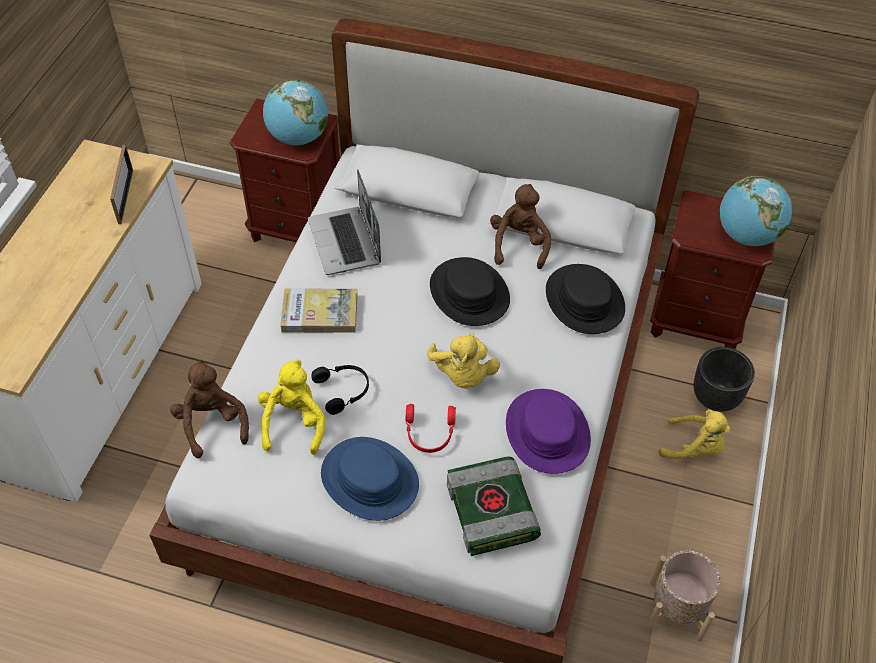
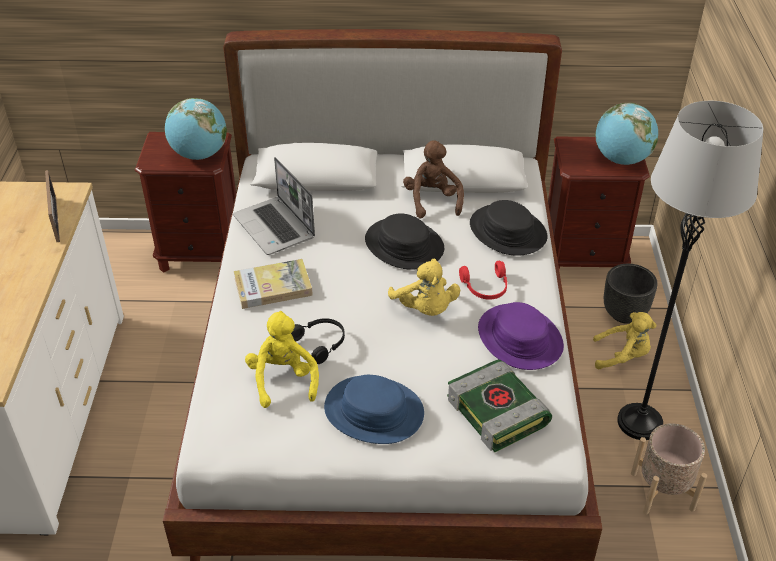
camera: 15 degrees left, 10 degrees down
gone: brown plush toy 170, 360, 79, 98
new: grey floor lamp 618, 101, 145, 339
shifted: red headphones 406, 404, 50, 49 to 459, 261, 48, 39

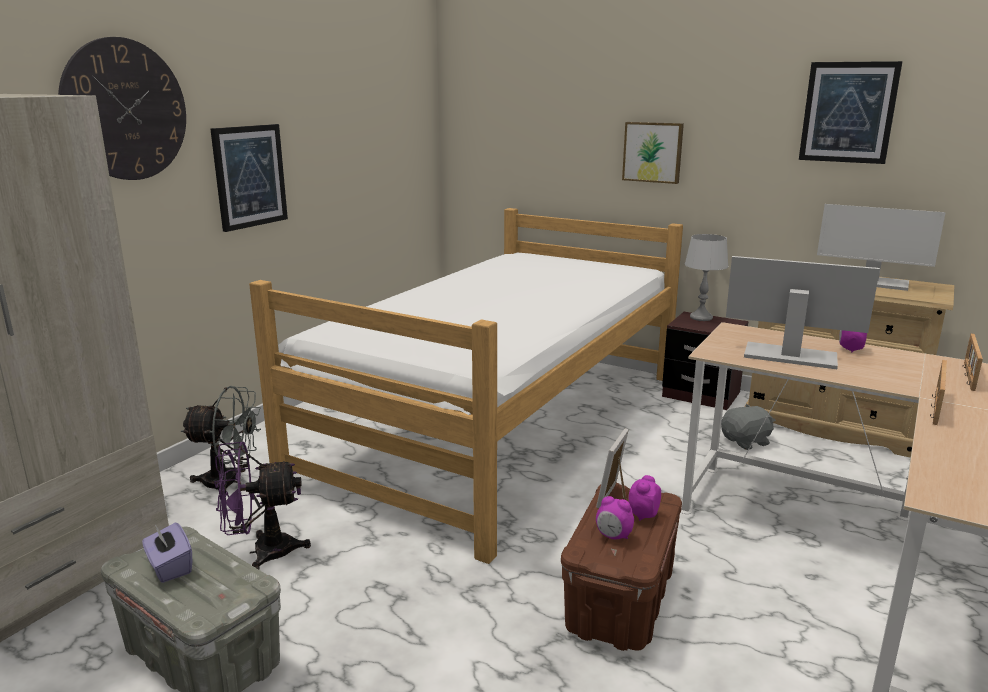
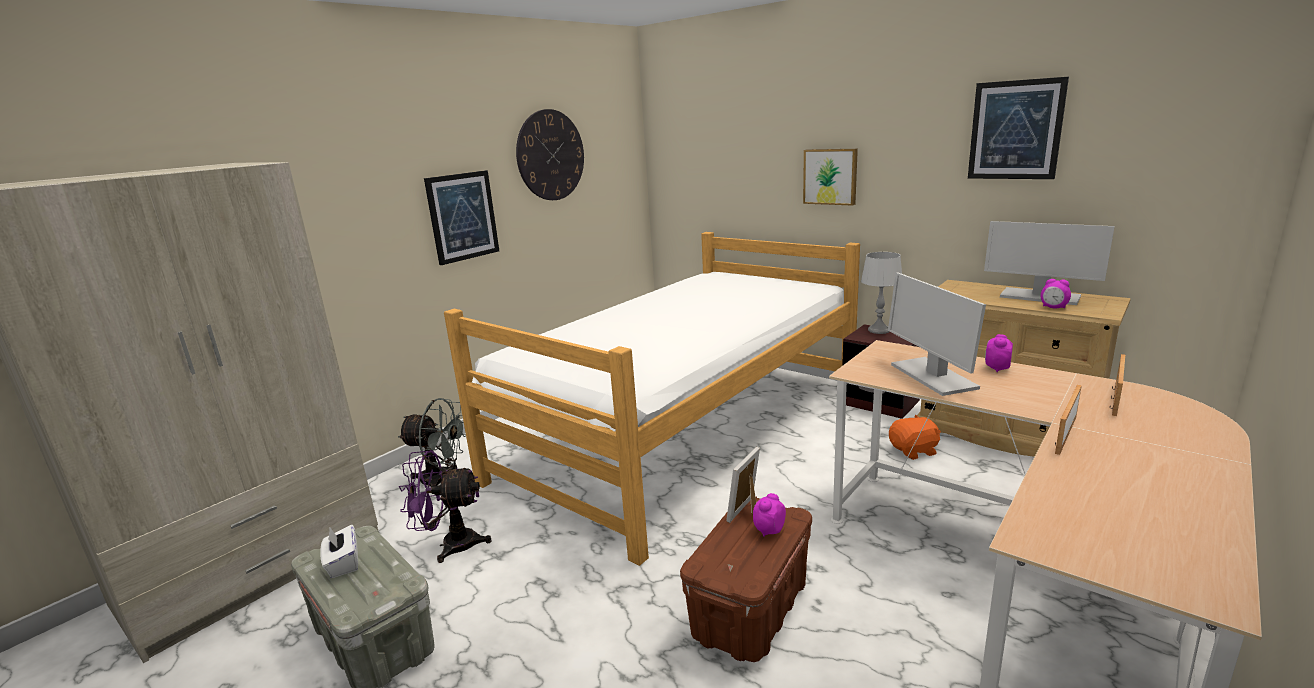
camera: 10 degrees right, 0 degrees up
shifted: wall clock 58, 37, 128, 143 to 516, 109, 68, 91; alarm clock 596, 496, 38, 43 to 1041, 279, 30, 29
repainted: purple tissue box 142, 523, 50, 60 to white tissue box 320, 525, 38, 53; grey plush toy 721, 404, 55, 46 to orange plush toy 889, 414, 52, 46
rotated: monitor 726, 256, 154, 113 = 888, 273, 98, 123 135 degrees counterclockwise

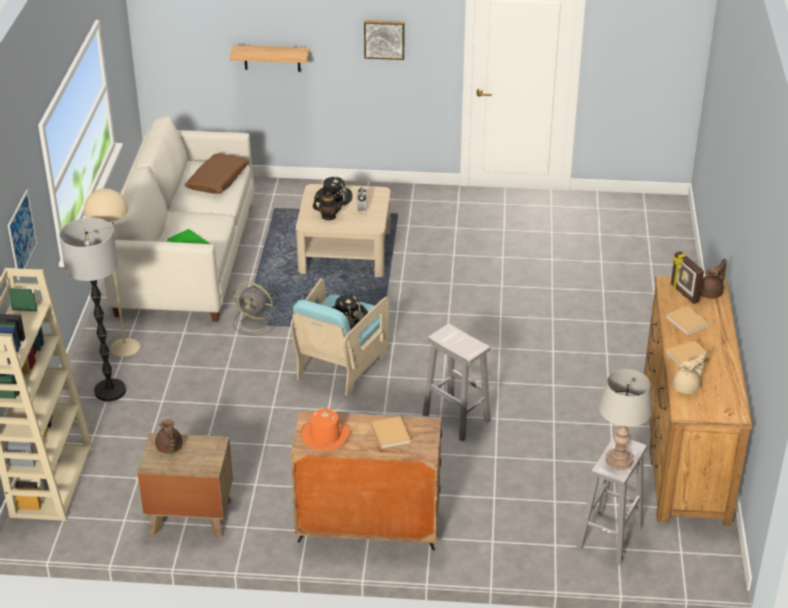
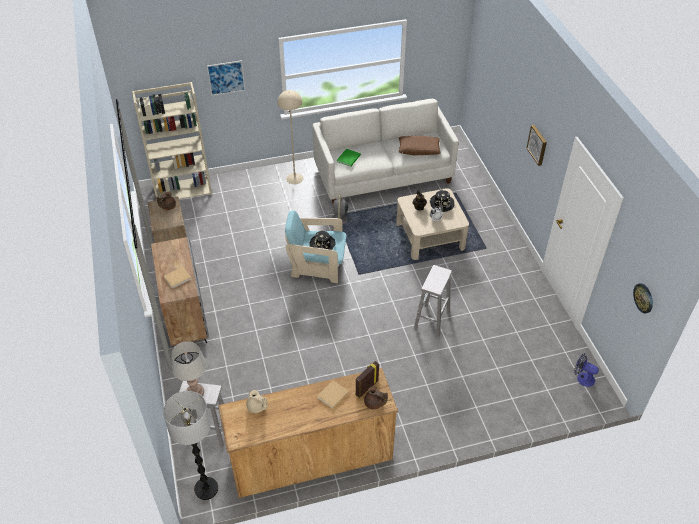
camera: 70 degrees right, 10 degrees up
gone: shelf 230, 45, 80, 27; orange hat 301, 408, 49, 42; beige book 666, 341, 46, 26
new: fan 574, 353, 25, 34; wall clock 633, 283, 20, 30
shifted: floor lamp 59, 218, 67, 184 to 163, 391, 55, 109; white stool 422, 324, 69, 118 to 414, 265, 38, 72

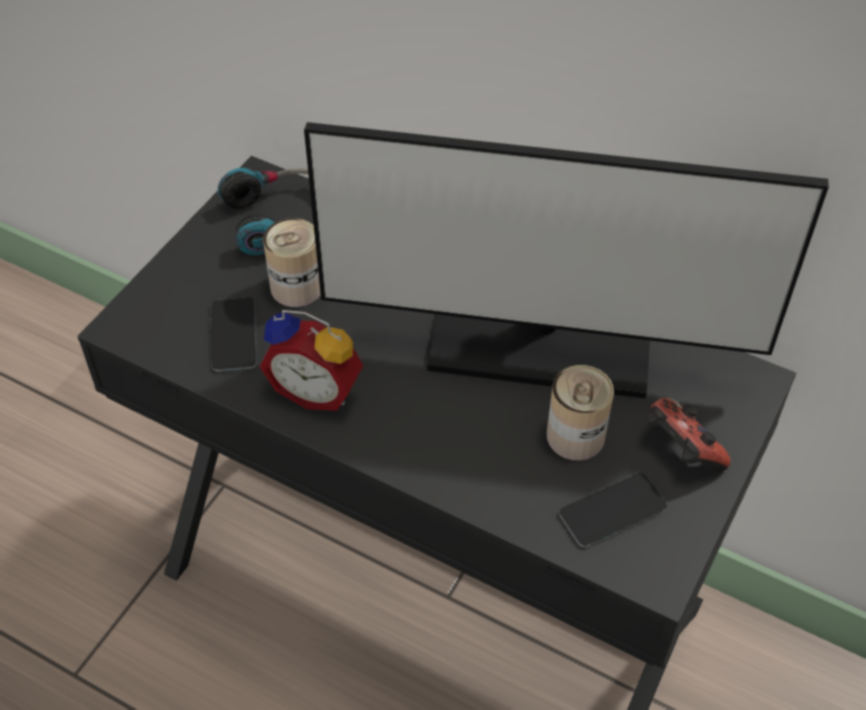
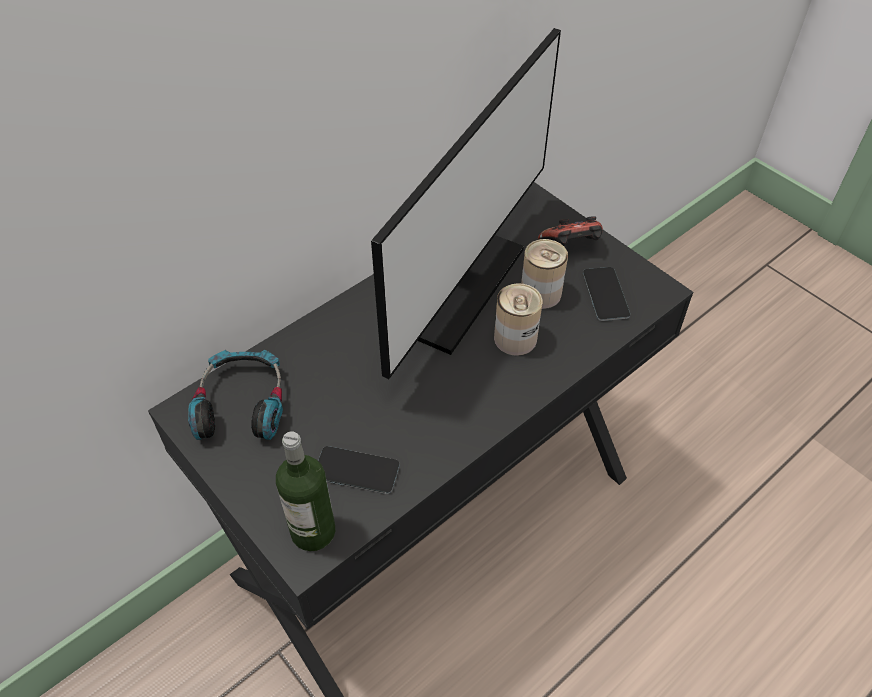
camera: 70 degrees left, 0 degrees up
gone: alarm clock 259, 310, 104, 101
new: bottle 276, 431, 59, 120
shifted: can 263, 218, 58, 89 to 494, 283, 49, 73

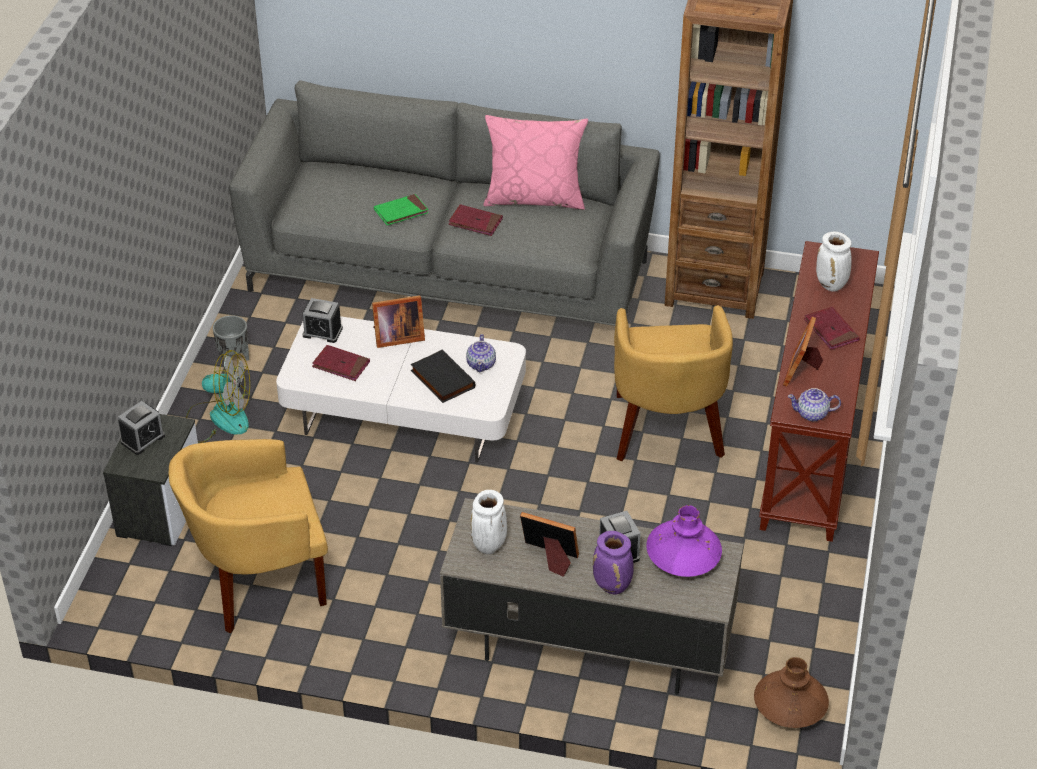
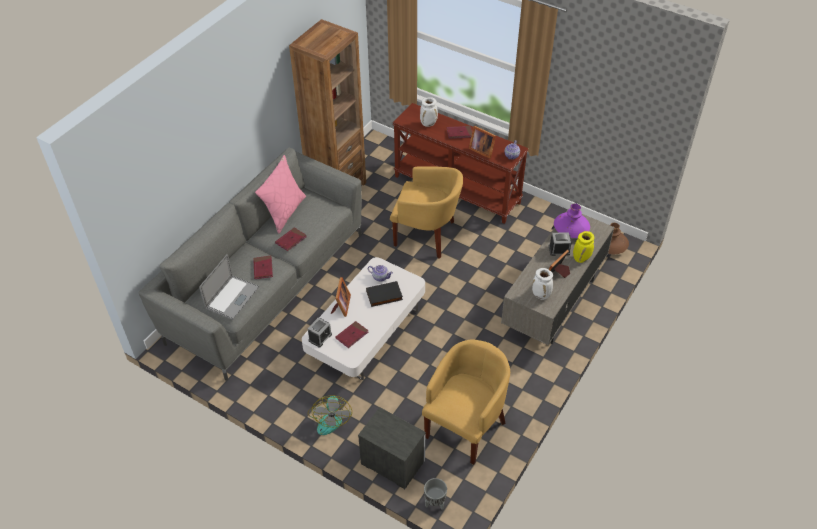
camera: 70 degrees left, 5 degrees up
gone: alarm clock 118, 401, 47, 54
new: laptop 199, 254, 60, 66
shifted: grey planter 213, 315, 36, 46 to 424, 478, 23, 32
repainted: green book 374, 194, 55, 31 to red book 253, 256, 20, 23; purple vase 593, 531, 41, 63 to yellow vase 573, 231, 22, 32
rotated: fan 186, 350, 64, 93 = 307, 395, 45, 40 150 degrees clockwise; yellow armchair 169, 439, 159, 194 = 422, 339, 88, 126 150 degrees counterclockwise

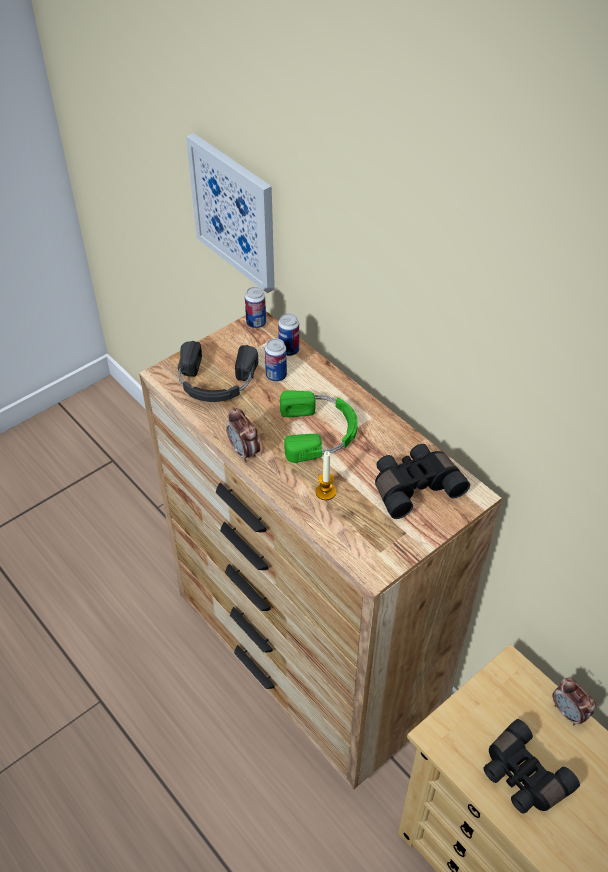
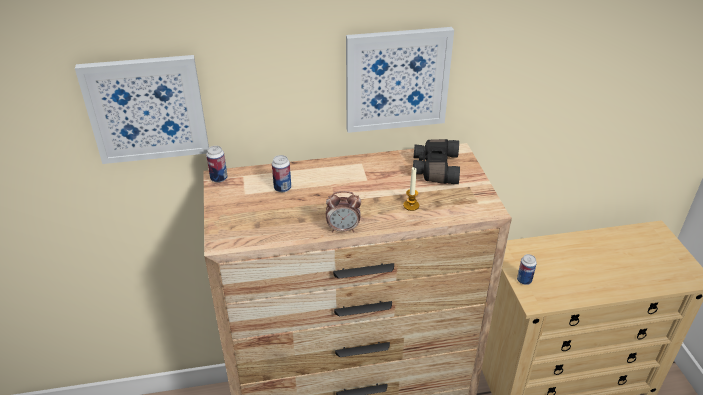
camera: 60 degrees left, 10 degrees down
gone: black headphones 178, 341, 80, 61; green headphones 280, 390, 78, 73; black binoculars 483, 719, 97, 95; alarm clock 553, 678, 43, 47
new: picture 346, 27, 108, 106
shifted: can 278, 313, 21, 43 to 517, 254, 20, 31

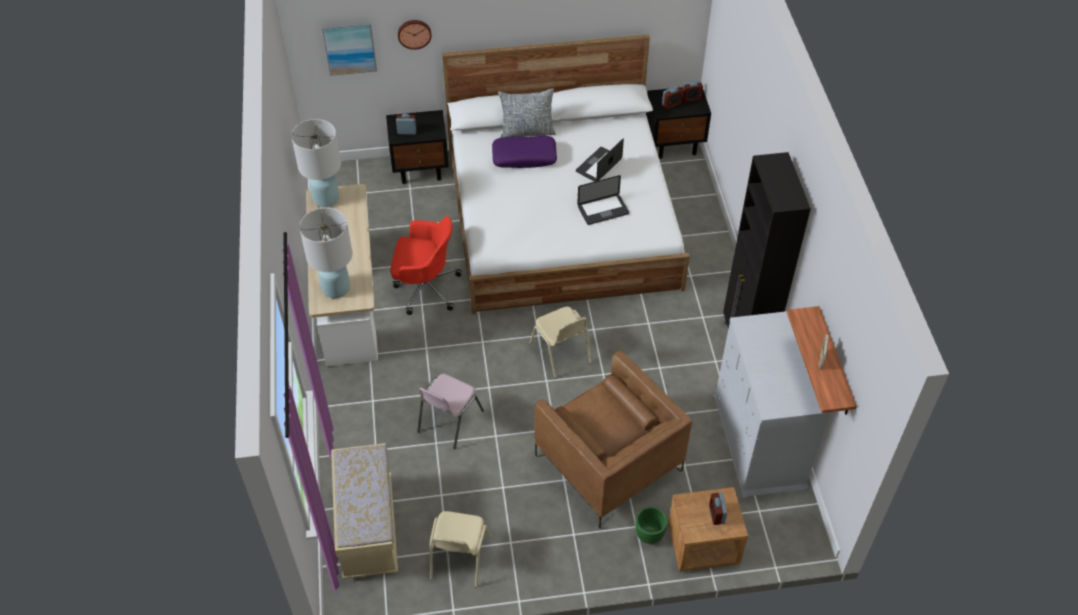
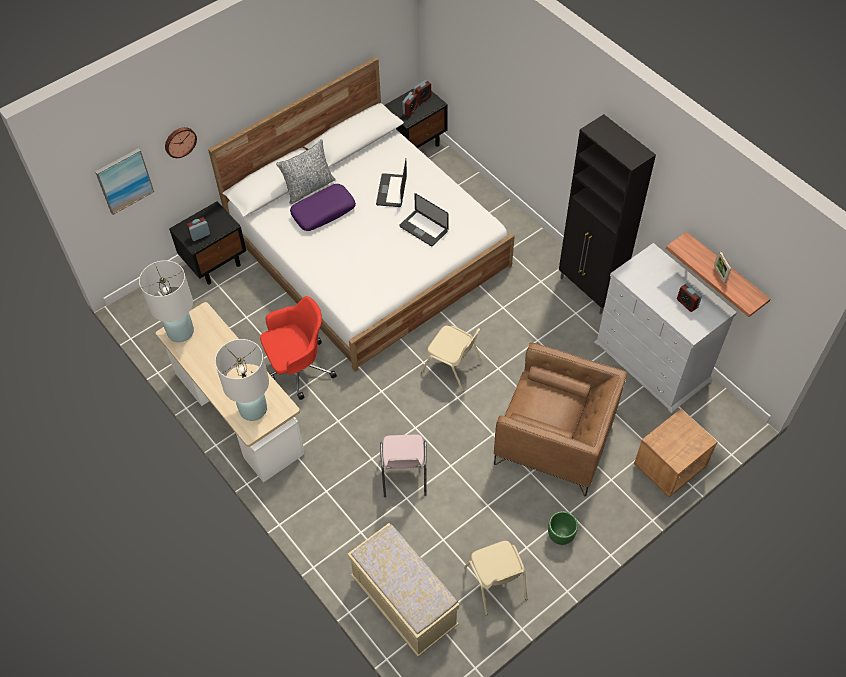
camera: 30 degrees left, 5 degrees up
shifted: green planter 635, 507, 32, 37 to 548, 511, 30, 34; alarm clock 709, 492, 18, 33 to 677, 283, 25, 29
rotated: laptop 577, 175, 52, 50 = 399, 193, 50, 53 90 degrees clockwise

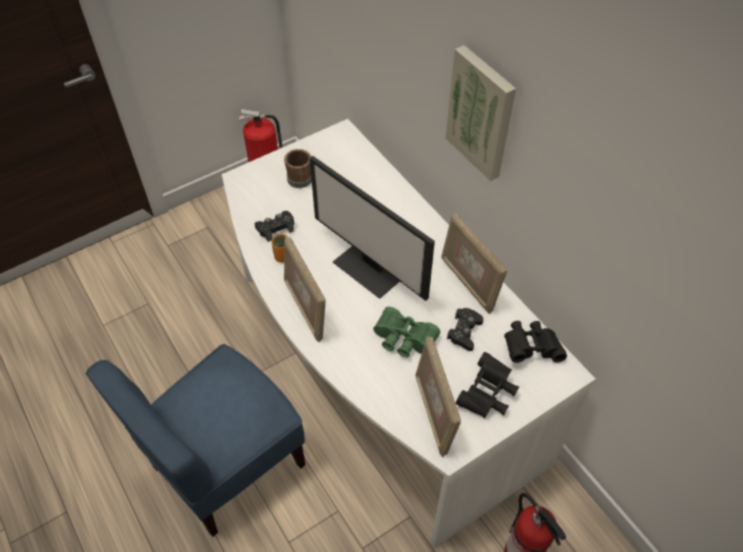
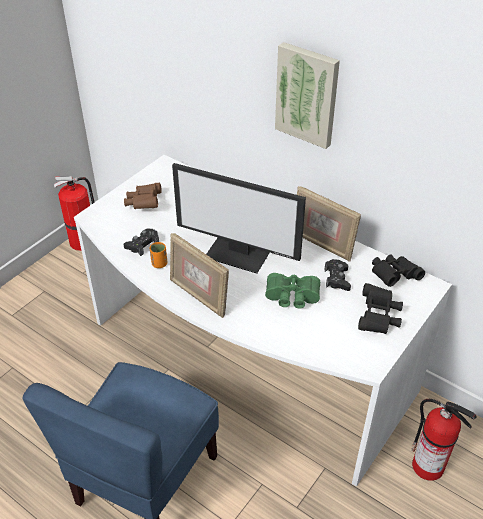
camera: 20 degrees left, 10 degrees down
gone: picture frame 415, 336, 46, 121
swapped: brown mug 284, 149, 28, 39 to brown binoculars 124, 183, 38, 26

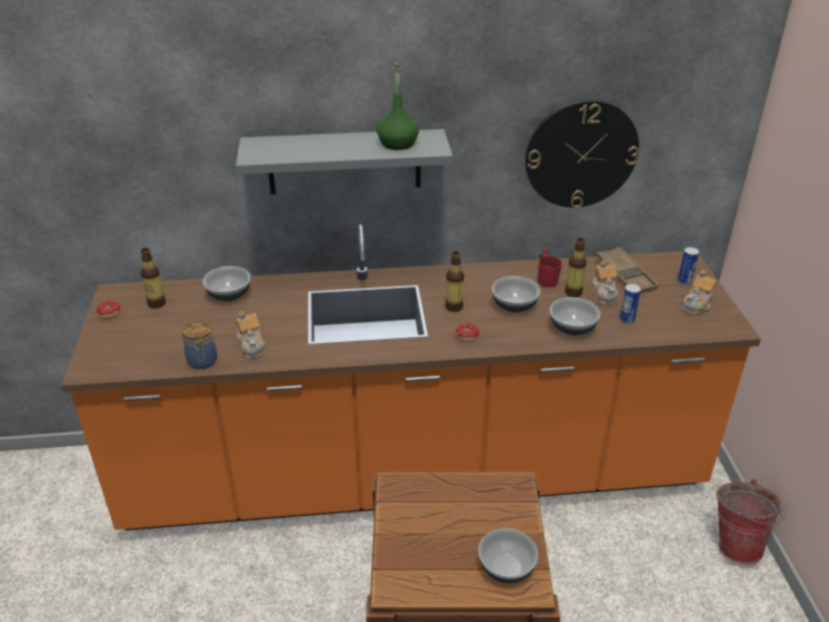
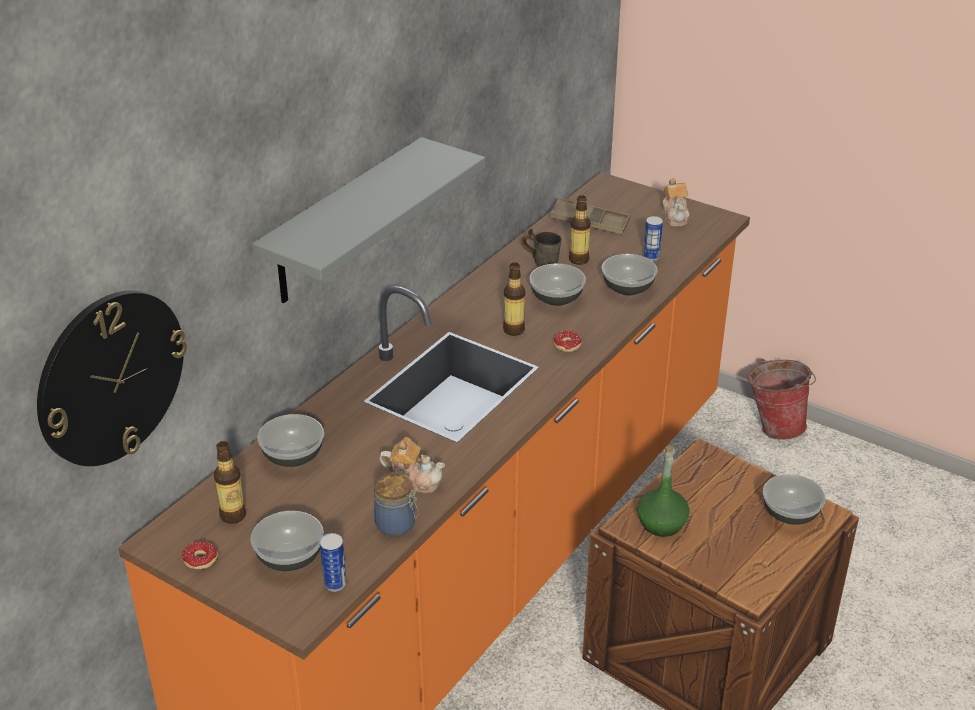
camera: 50 degrees left, 0 degrees up
gone: teapot 592, 260, 27, 46
new: bowl 251, 511, 73, 60
shifted: wall clock 525, 100, 114, 108 to 37, 291, 150, 175; can 678, 247, 21, 38 to 320, 533, 27, 59; green bottle 376, 63, 43, 87 to 637, 446, 53, 91
repainted: red mug 538, 250, 24, 38 to grey mug 522, 228, 39, 39

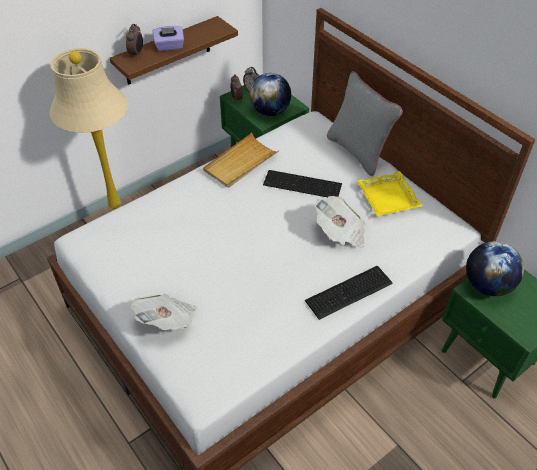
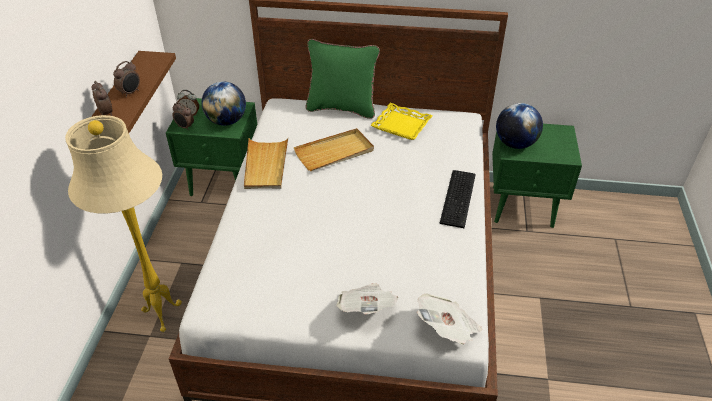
camera: 45 degrees left, 5 degrees down
shifted: newspaper 315, 196, 50, 52 to 417, 293, 65, 52
swapped: purple tissue box 153, 26, 31, 25 to alarm clock 113, 61, 27, 36; keyboard 263, 170, 79, 27 to beige tray 294, 128, 80, 43
repainted: grey pillow 327, 71, 76, 105 to green pillow 306, 39, 74, 80

